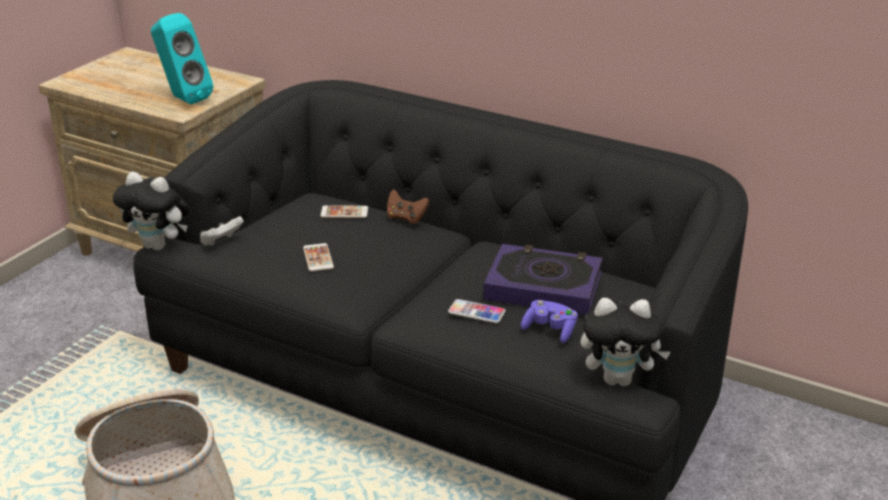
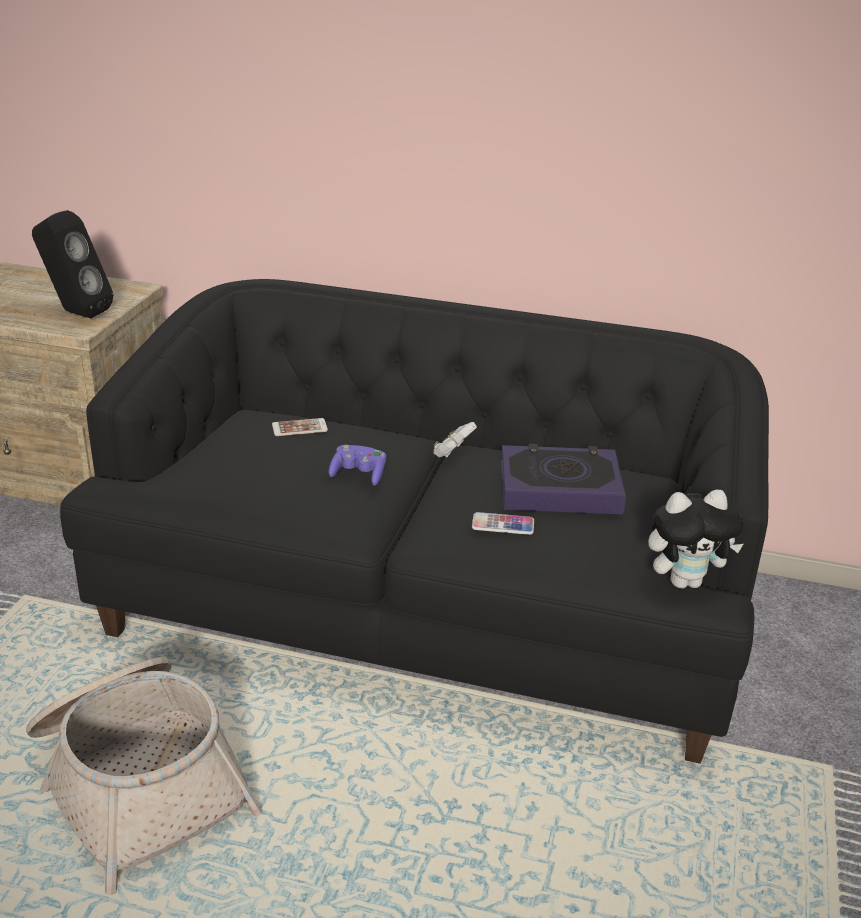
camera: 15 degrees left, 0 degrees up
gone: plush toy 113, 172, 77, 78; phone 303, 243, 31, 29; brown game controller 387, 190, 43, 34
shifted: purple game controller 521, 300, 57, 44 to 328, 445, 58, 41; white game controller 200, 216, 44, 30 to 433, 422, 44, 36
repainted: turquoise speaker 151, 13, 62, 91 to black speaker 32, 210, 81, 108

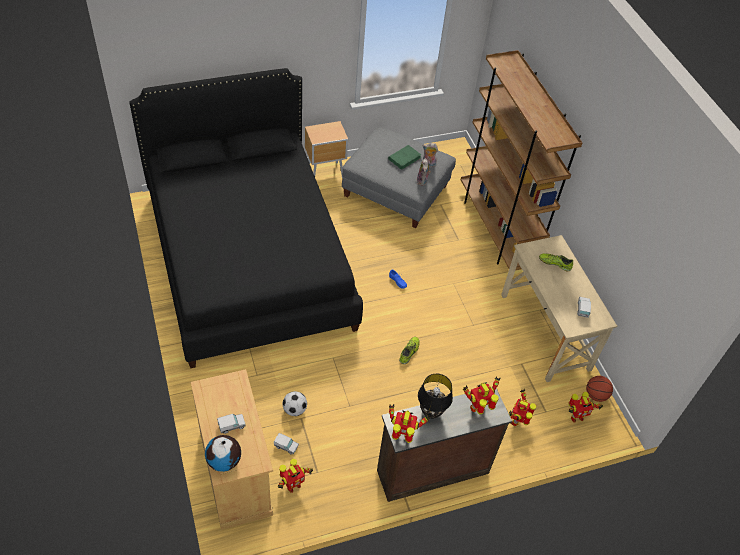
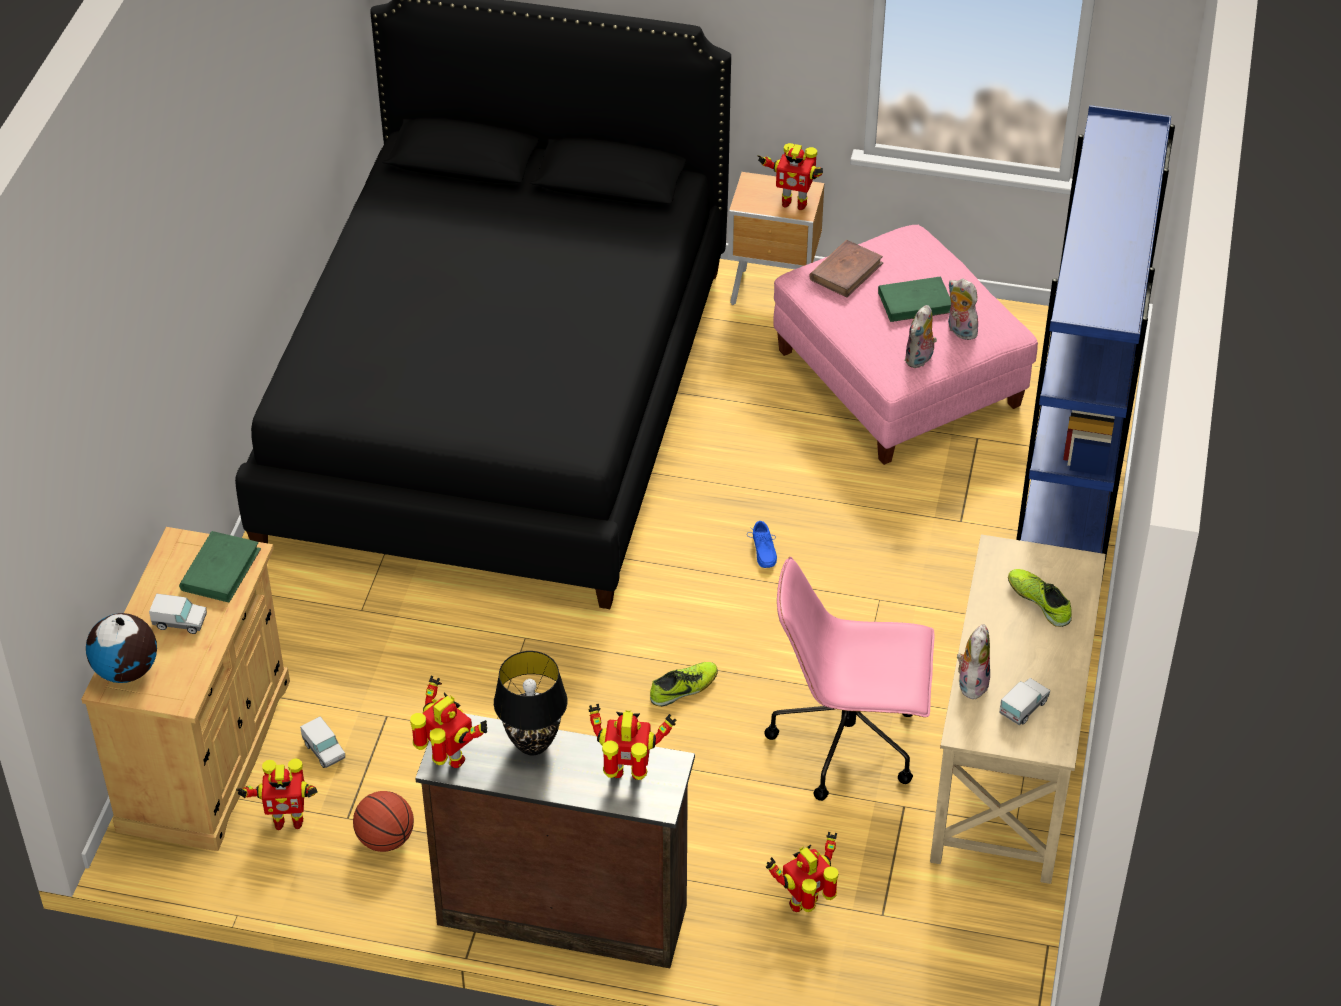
camera: 35 degrees right, 5 degrees down
gone: football 283, 391, 24, 25
new: green book 179, 531, 82, 71; pink office chair 764, 557, 170, 244; brown book 809, 240, 74, 57; plush toy 955, 624, 35, 75
shifted: basketball 586, 376, 27, 26 to 353, 791, 61, 61; toy robot 568, 392, 35, 31 to 758, 143, 65, 67
repainted: grey ottoman 342, 127, 114, 101 to pink ottoman 773, 225, 265, 240; brown bookcase 460, 50, 123, 220 to blue bookcase 1016, 105, 159, 474

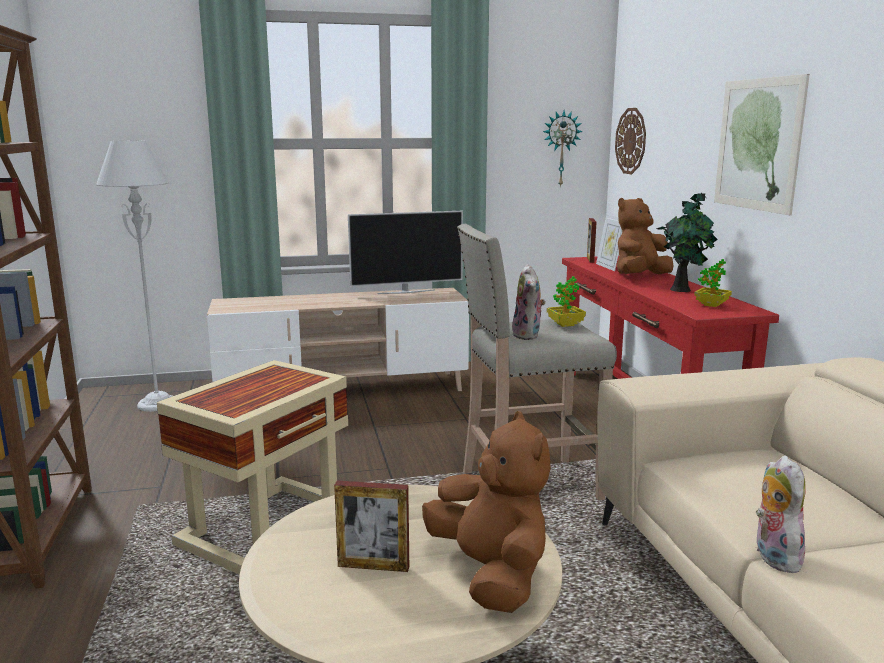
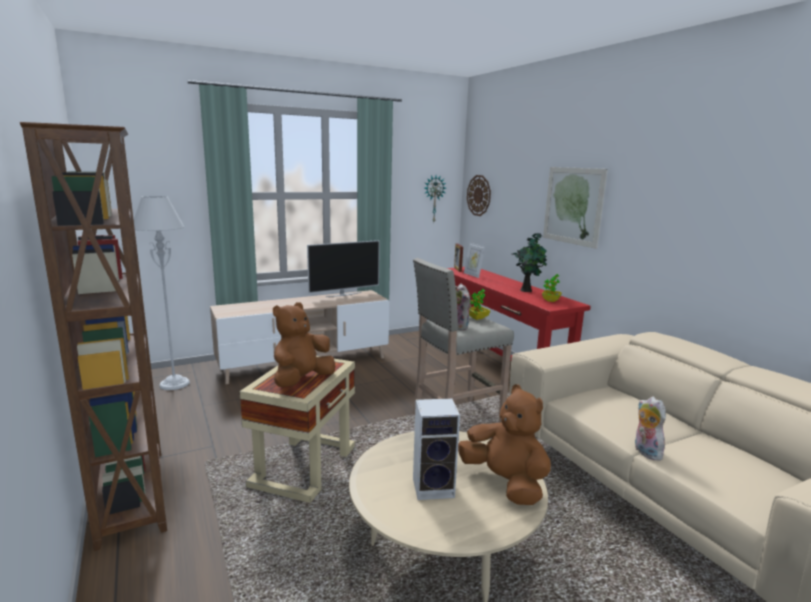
camera: 15 degrees left, 0 degrees up
shifted: brown plush toy 617, 198, 56, 76 to 273, 302, 63, 85
swapped: picture frame 334, 481, 75, 91 to speaker 413, 398, 47, 102

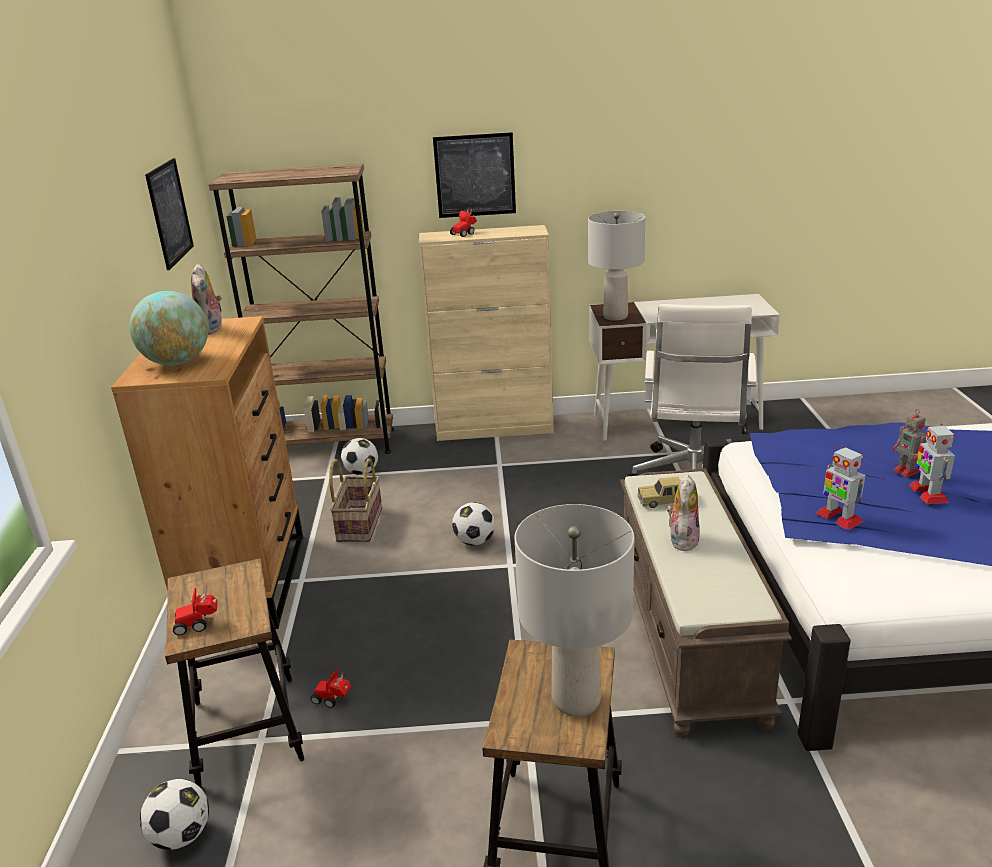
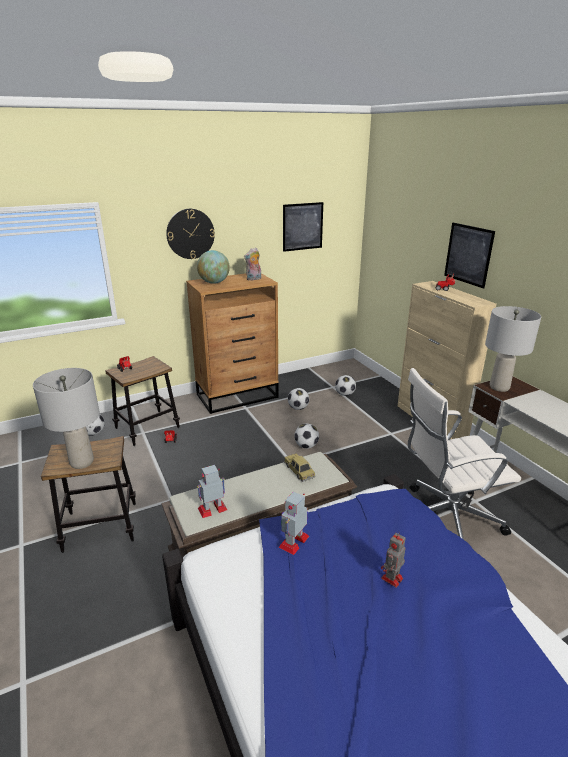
camera: 65 degrees right, 0 degrees up
gone: brown bookcase 209, 164, 185, 290; plush toy 667, 475, 33, 76
new: wall clock 166, 209, 49, 50
shifted: toy robot 909, 423, 46, 81 to 197, 465, 30, 53
swapped: basket 329, 458, 53, 84 to football 288, 388, 21, 22

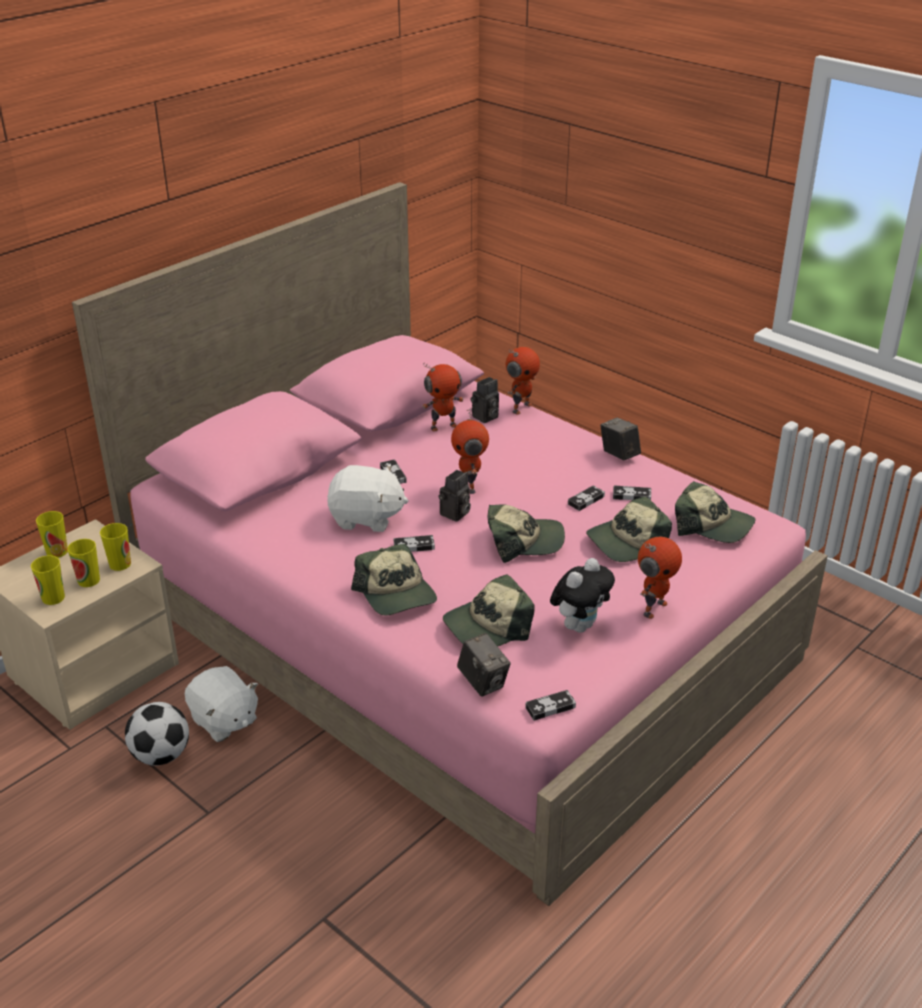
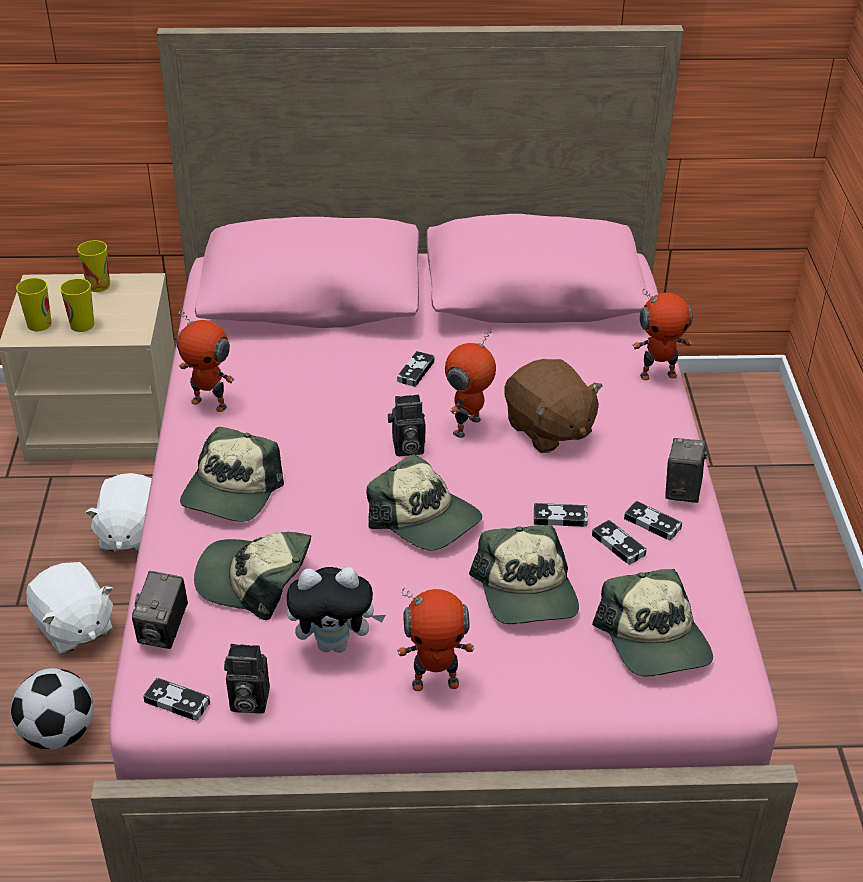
camera: 45 degrees right, 5 degrees up
gone: cup 100, 523, 31, 48
new: brown plush toy 504, 359, 99, 94
shifted: football 125, 702, 64, 64 to 11, 668, 83, 82; white plush toy 327, 465, 81, 67 to 26, 562, 87, 92; toy robot 422, 362, 42, 69 to 176, 309, 59, 103; photo camera 471, 377, 28, 46 to 224, 644, 46, 70; game controller 394, 535, 41, 17 to 624, 501, 58, 39
rotated: cap 586, 496, 86, 66 = 469, 525, 110, 99 120 degrees counterclockwise

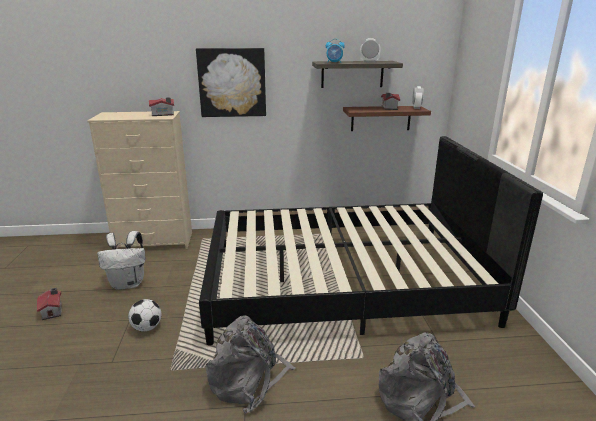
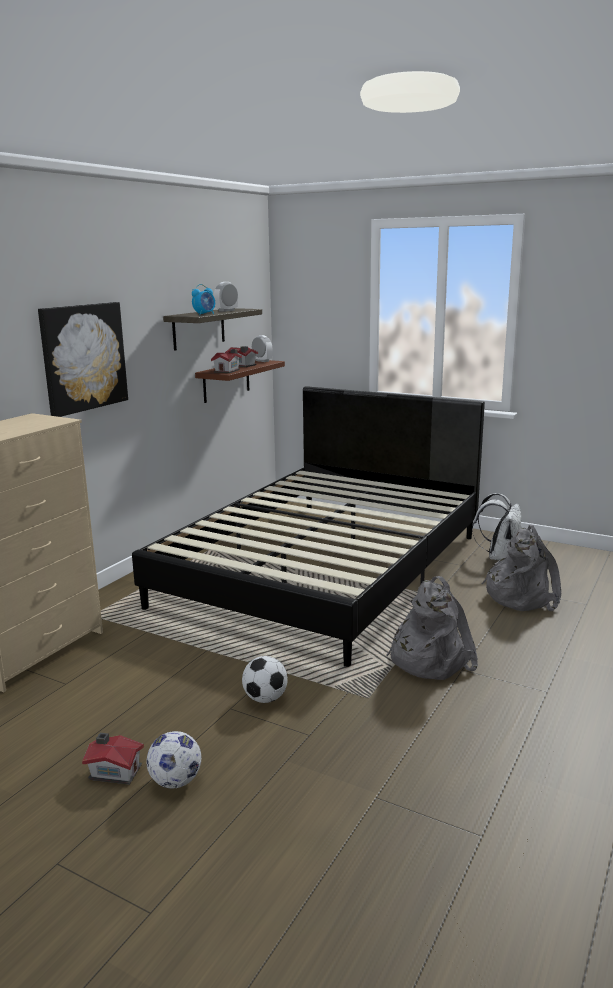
camera: 55 degrees left, 5 degrees down
new: football 146, 731, 55, 58
shifted: toy house 149, 97, 25, 19 to 211, 349, 31, 24; white backpack 97, 231, 49, 59 to 472, 493, 49, 68

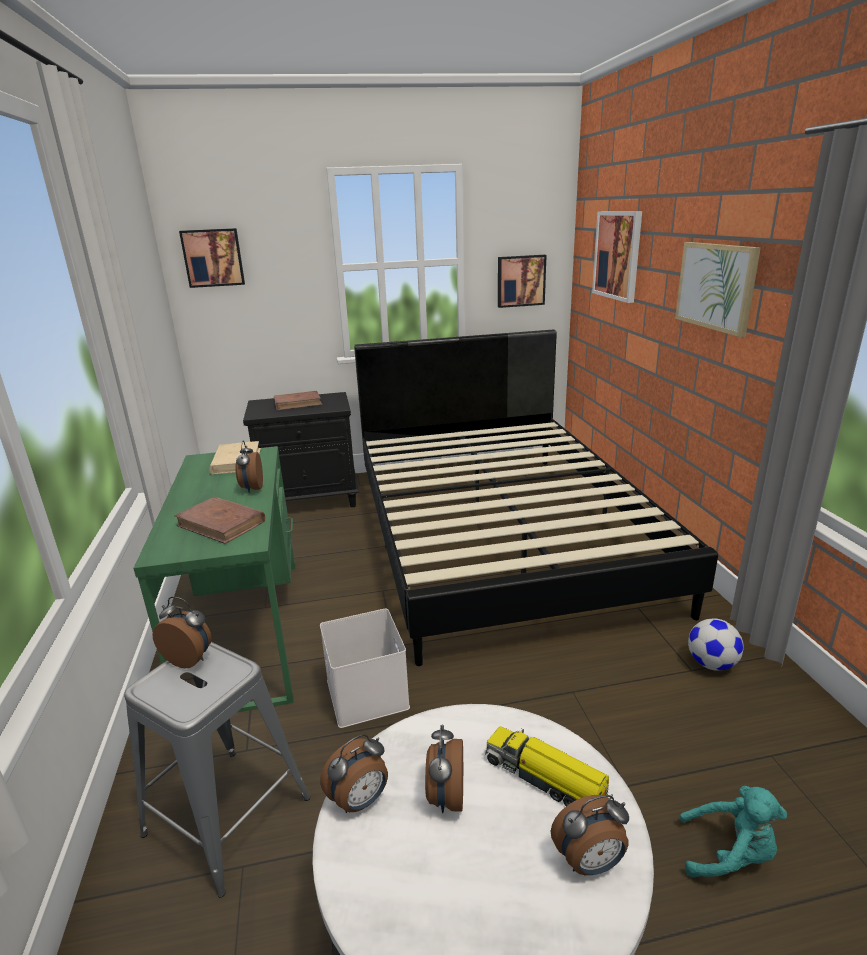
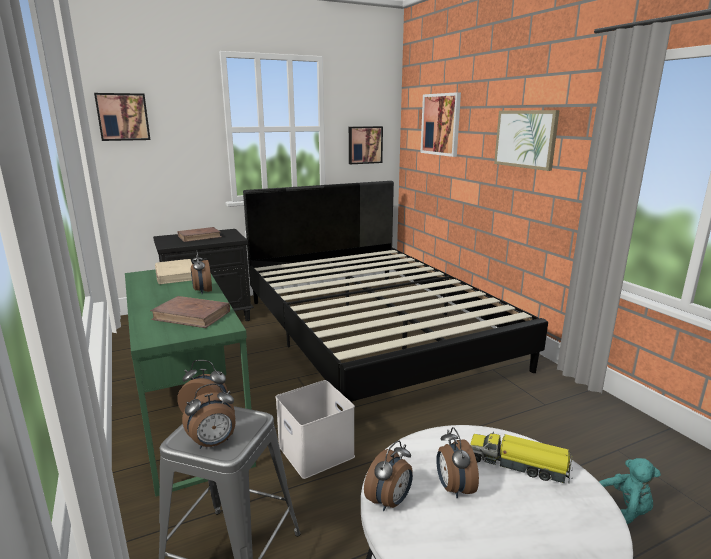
camera: 15 degrees left, 5 degrees down
gone: football 688, 618, 56, 53
shifted: alarm clock 551, 795, 78, 80 to 182, 383, 53, 66

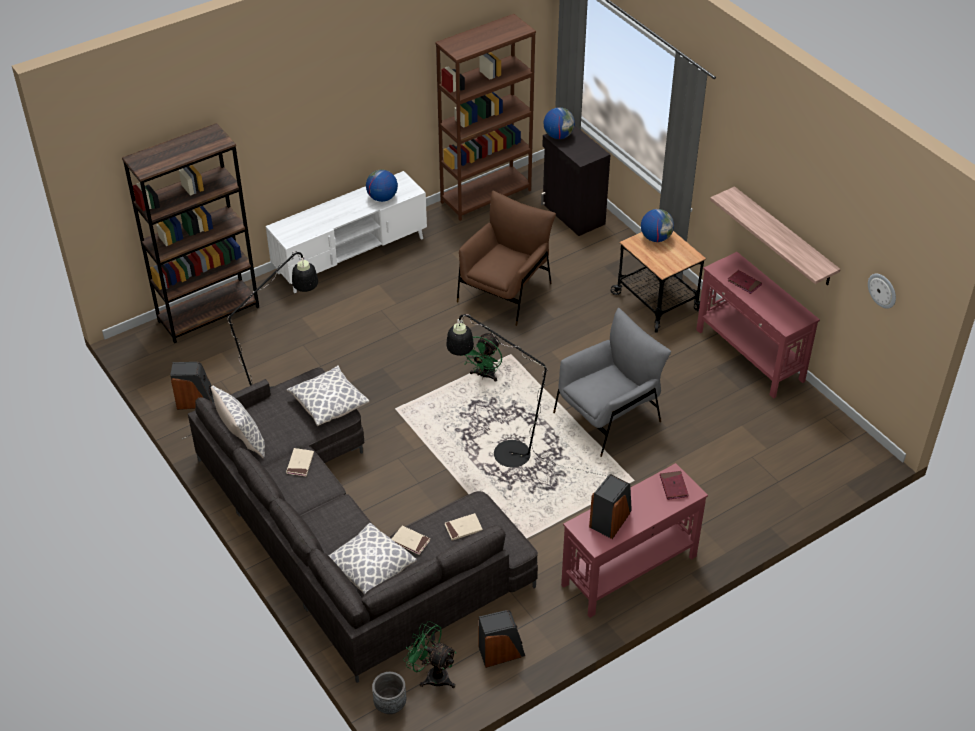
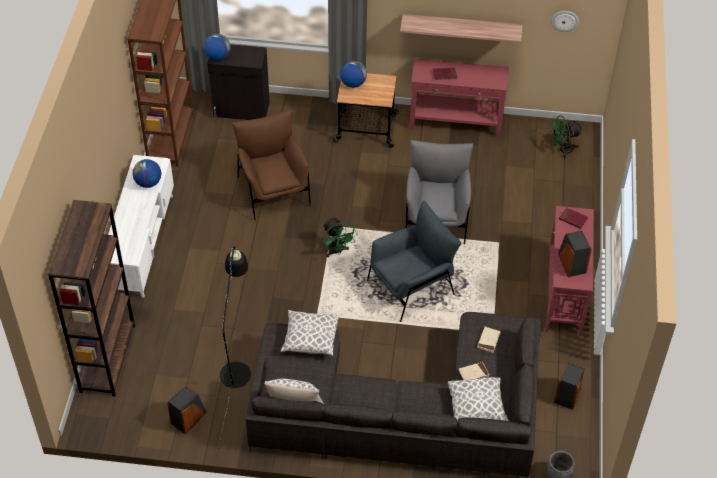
camera: 50 degrees left, 5 degrees up
gone: beige book 286, 448, 28, 29
shifted: green fan 403, 621, 53, 67 to 550, 115, 32, 43
swapped: black floor lamp 446, 314, 162, 163 to grey armchair 367, 201, 94, 121

